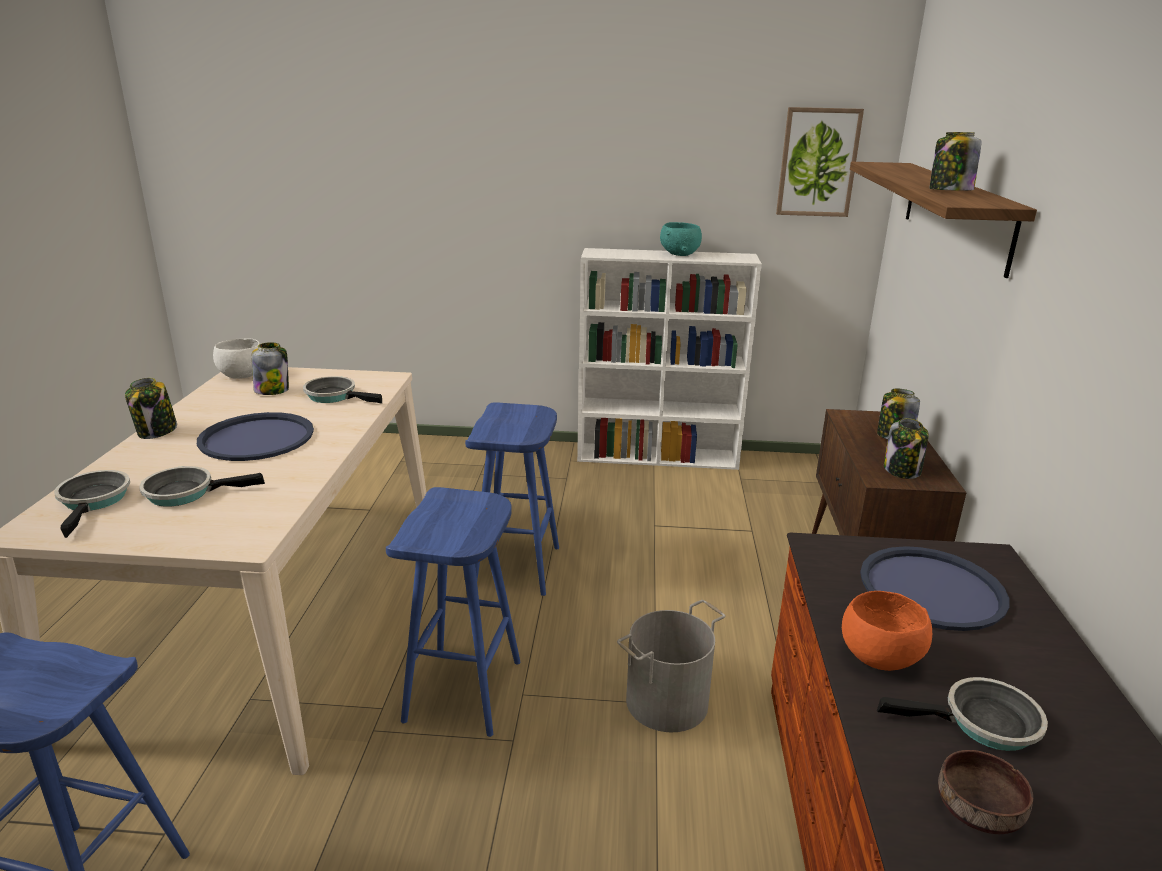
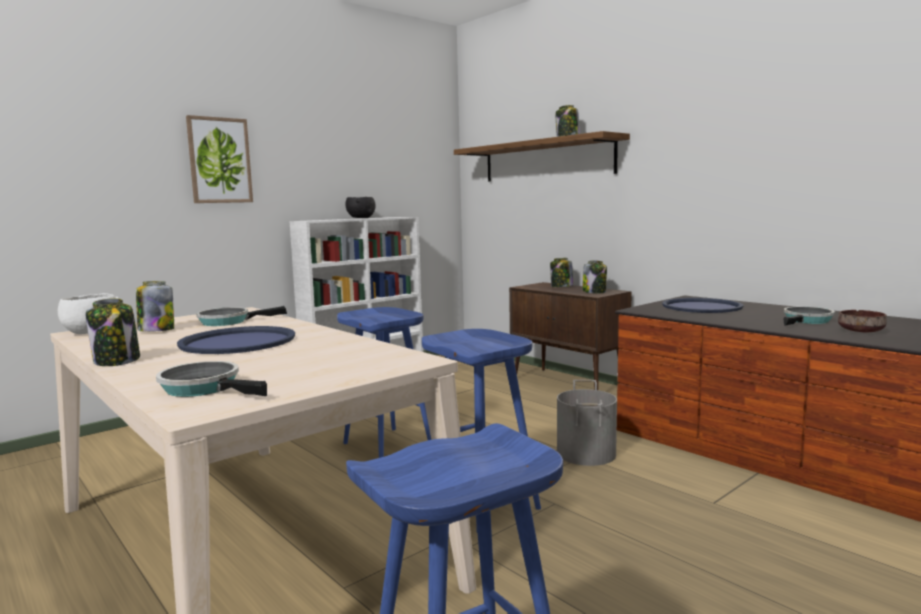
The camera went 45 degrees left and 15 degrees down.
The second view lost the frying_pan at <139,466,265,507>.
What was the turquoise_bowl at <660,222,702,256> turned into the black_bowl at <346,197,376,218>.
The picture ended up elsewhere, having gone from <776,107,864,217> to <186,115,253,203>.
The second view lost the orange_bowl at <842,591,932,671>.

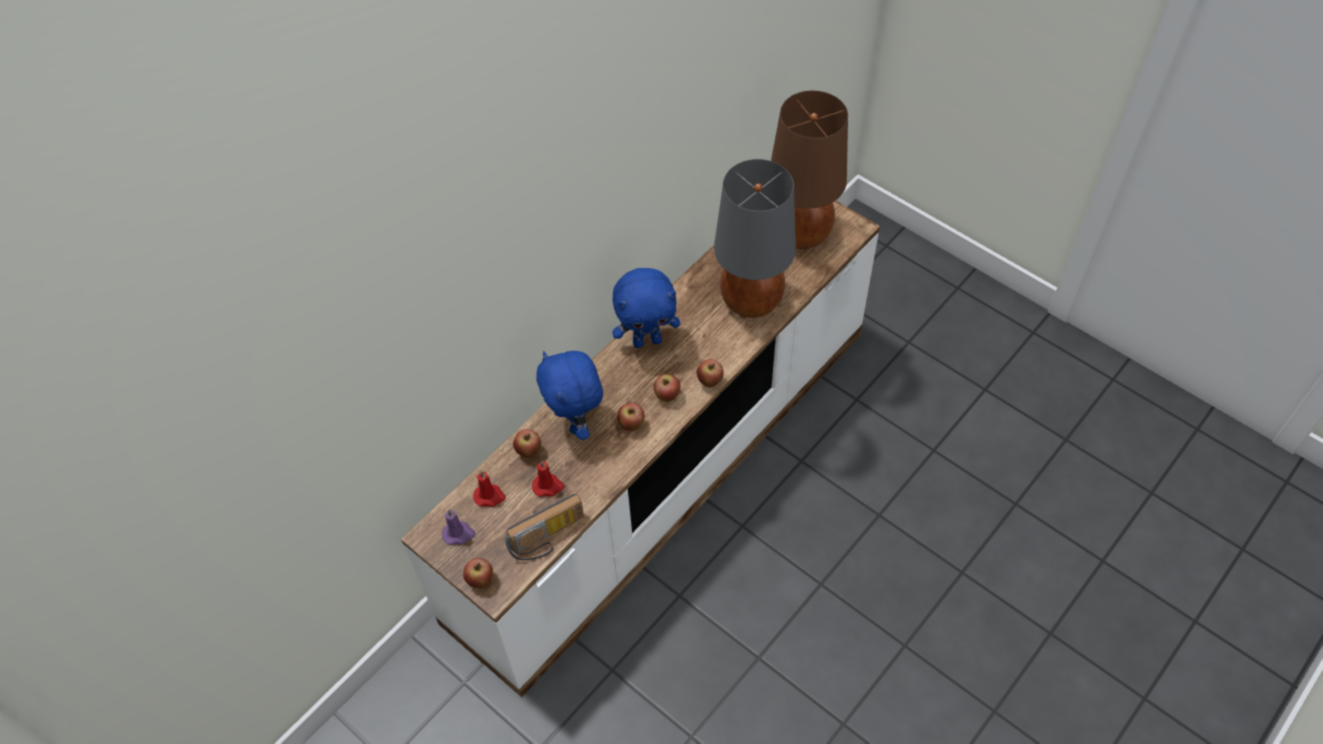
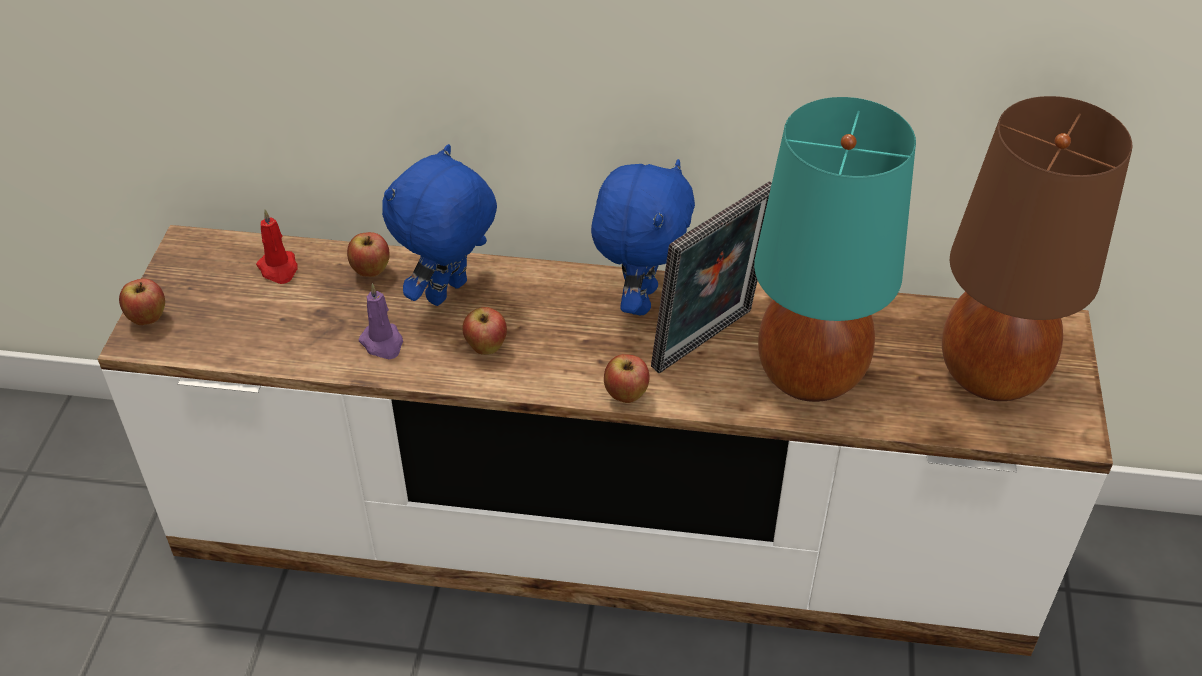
The camera went 55 degrees right and 10 degrees down.
The purple_candle ended up elsewhere, having gone from <442,509,475,545> to <359,283,403,359>.
The second view lost the radio at <505,494,584,560>.
The second view lost the red_candle at <532,460,564,497>.
The blue_plush_toy at <612,268,680,348> ended up facing another way, 120 degrees counterclockwise from before.
The second view lost the apple at <654,374,680,402>.
What was the grey_table_lamp at <714,159,796,318> turned into the turquoise_table_lamp at <754,97,916,402>.
The second view gained the picture_frame at <651,181,772,373>.

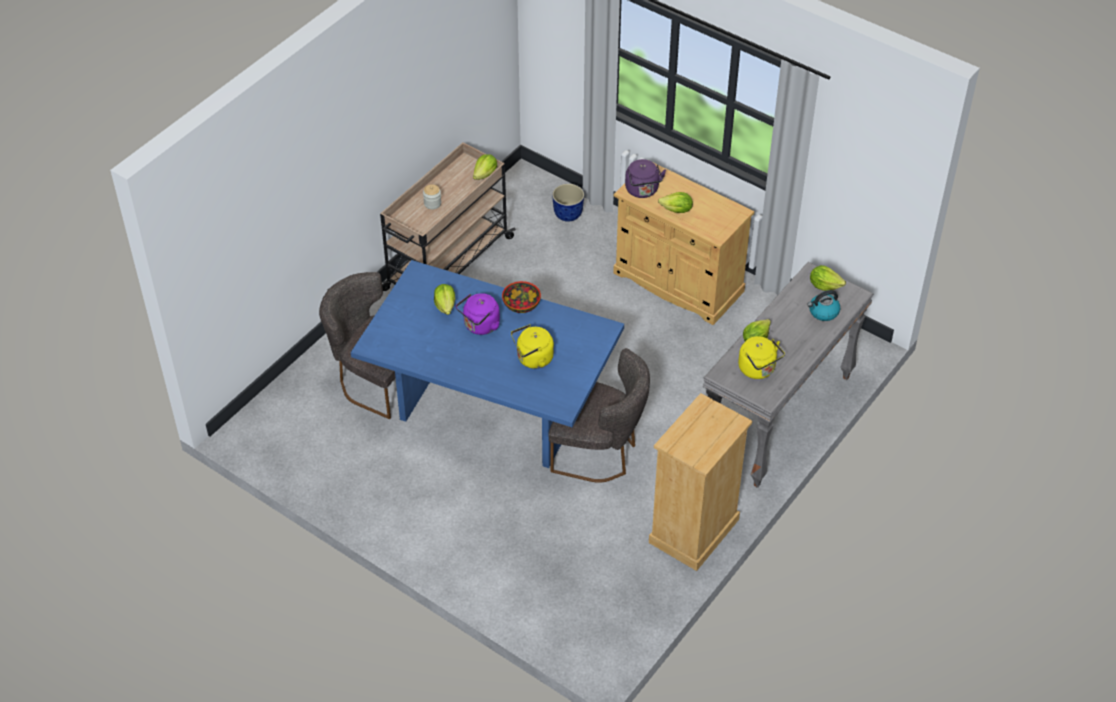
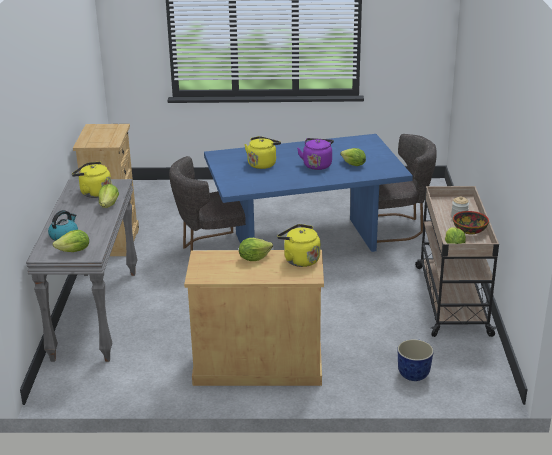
The camera went 145 degrees right and 20 degrees down.
The bowl ended up elsewhere, having gone from <502,281,541,313> to <453,211,489,234>.
What was the purple_kettle at <625,159,666,198> turned into the yellow_kettle at <277,224,320,267>.

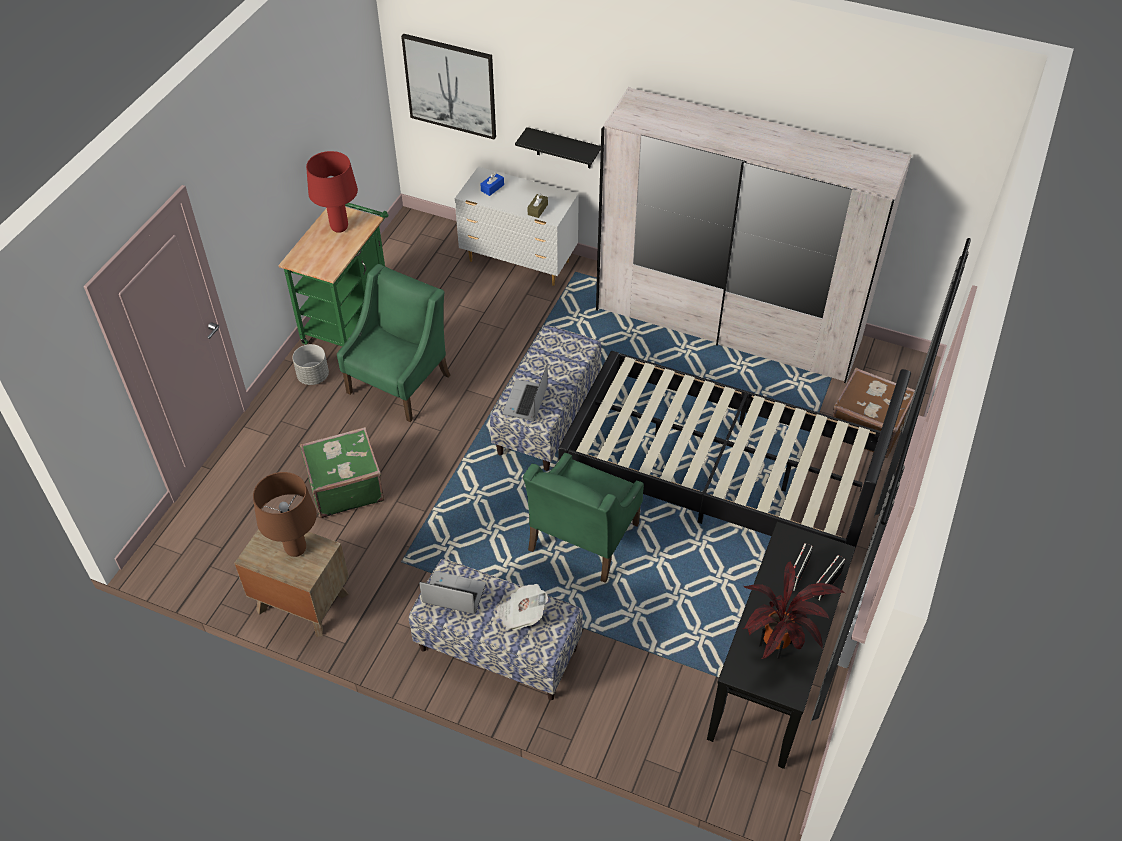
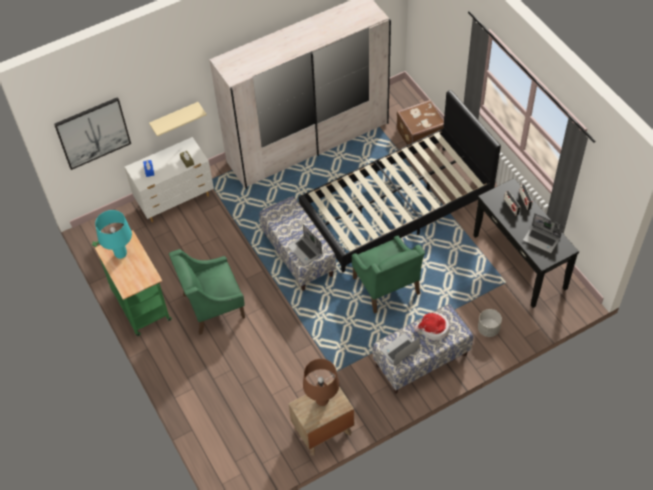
The camera went 50 degrees left and 5 degrees up.
The grey_planter ended up elsewhere, having gone from <292,344,329,385> to <478,309,502,337>.
The second view lost the green_suitcase at <300,427,384,518>.
What was the red_table_lamp at <306,151,358,233> turned into the turquoise_table_lamp at <95,210,132,259>.
The green_armchair at <337,264,450,422> ended up facing another way, 90 degrees counterclockwise from before.
Where the newspaper stood at <496,584,548,631>, the hat came to stand at <414,313,450,340>.
What was the black_shelf at <515,127,601,168> turned into the beige_shelf at <149,102,207,136>.
Where the potted_plant stood at <743,561,845,659>, the laptop came to stand at <523,213,563,253>.

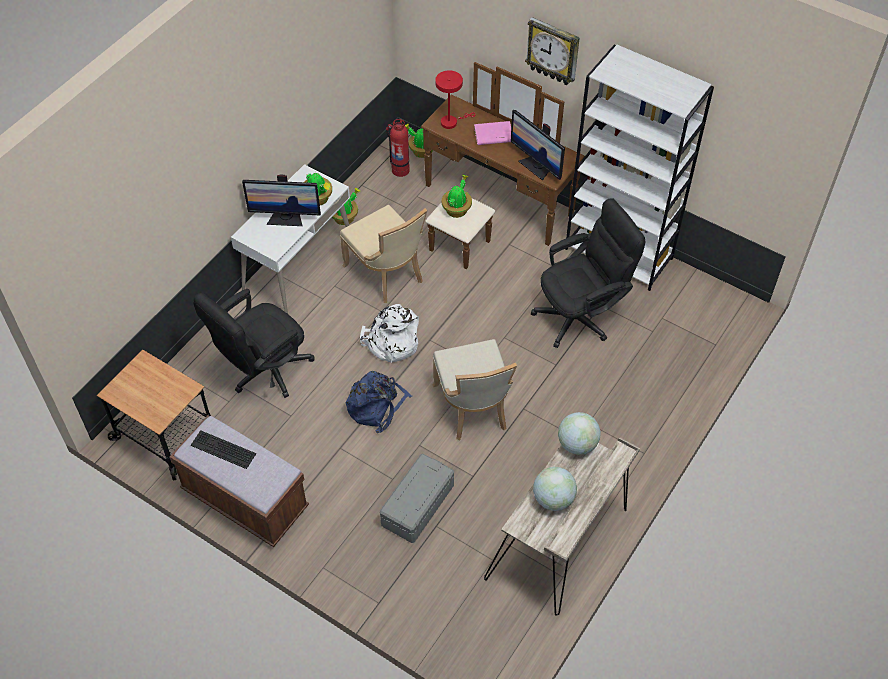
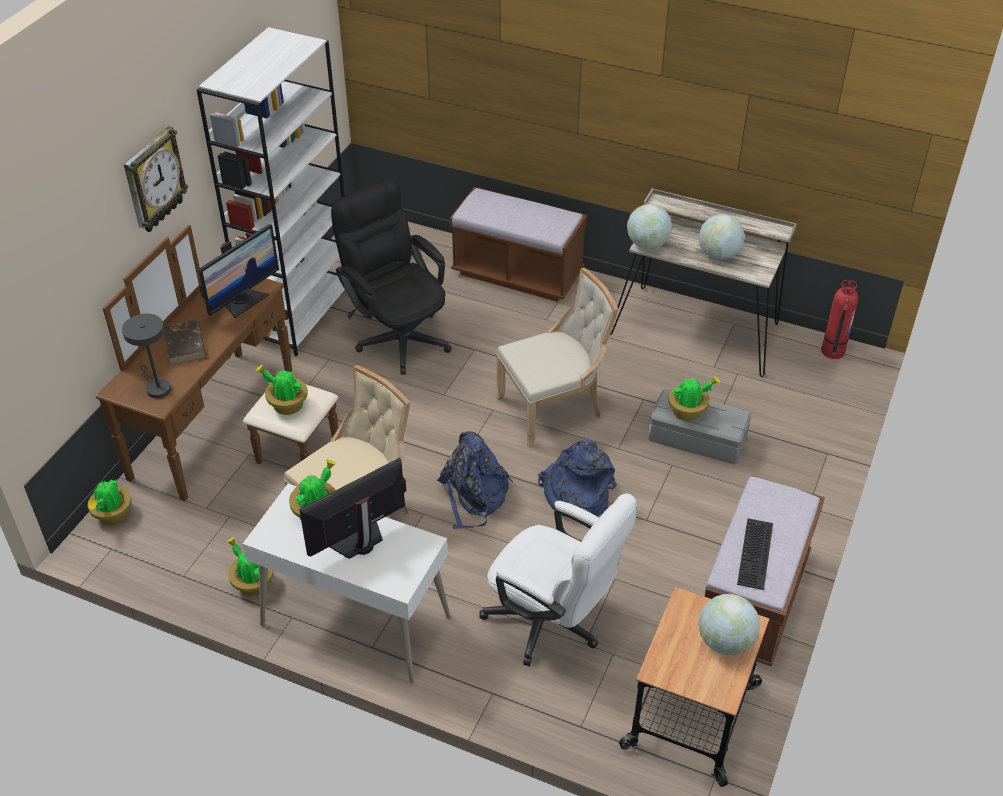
The camera went 100 degrees left and 10 degrees down.
What was the black_office_chair at <193,289,315,398> turned into the white_office_chair at <479,493,638,667>.
The monitor at <242,175,321,226> ended up facing another way, 120 degrees counterclockwise from before.
What was the white_backpack at <360,304,419,363> turned into the blue_backpack at <437,431,513,529>.
The fire_extinguisher ended up elsewhere, having gone from <386,119,410,177> to <821,280,858,359>.
What was the red_table_lamp at <435,70,476,129> turned into the grey_table_lamp at <122,314,171,399>.
What was the pink_book at <474,121,511,145> turned into the brown_book at <164,320,206,365>.
The second view gained the brown_bench at <450,187,587,301>.
The second view gained the potted_plant at <668,375,720,421>.
The second view gained the globe at <698,594,760,655>.

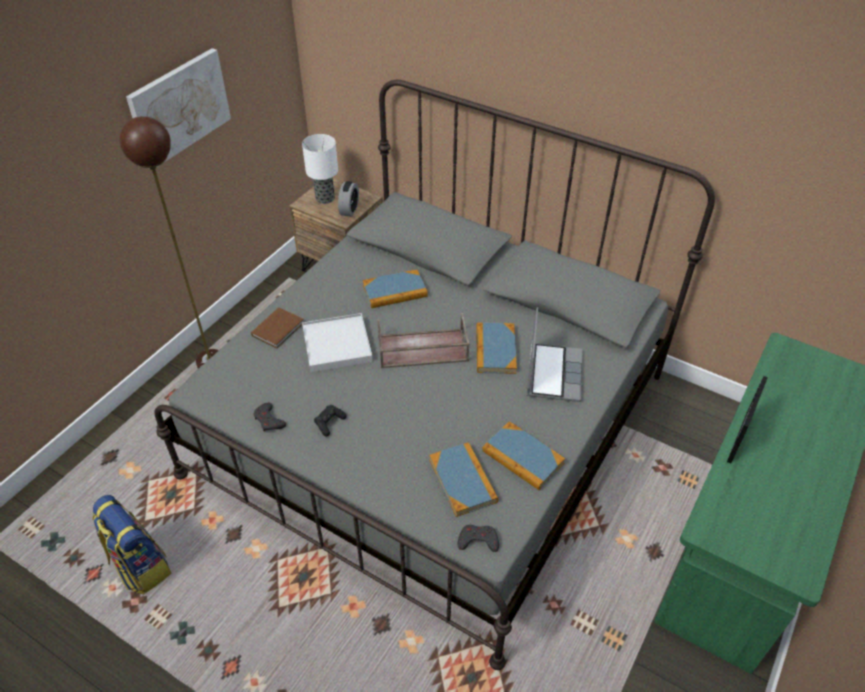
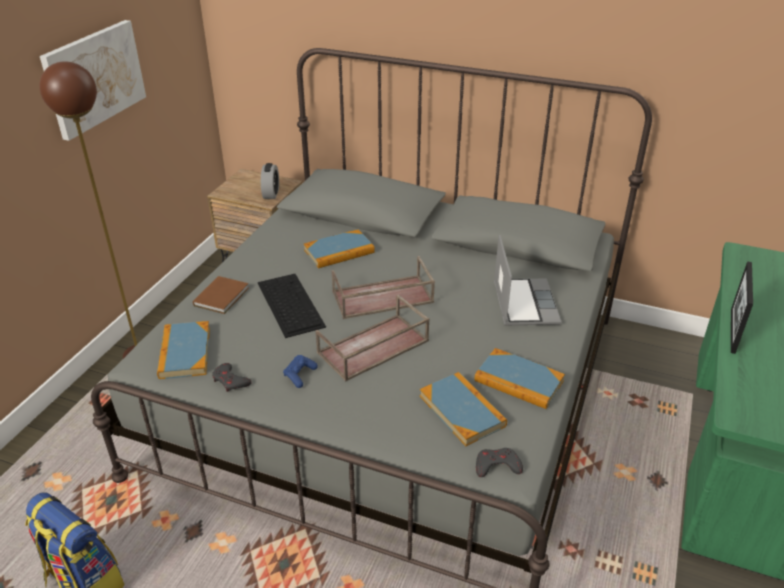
The camera went 10 degrees left and 10 degrees down.
The second view lost the table_lamp at <302,134,338,204>.
Where the white_tray stood at <302,313,373,372>, the keyboard came to stand at <258,274,326,338>.
What was the black_game_controller at <314,405,347,437> turned into the blue_game_controller at <283,355,318,388>.
The book ended up elsewhere, having gone from <476,322,517,374> to <157,321,210,379>.
The second view gained the brown_tray at <316,295,430,382>.

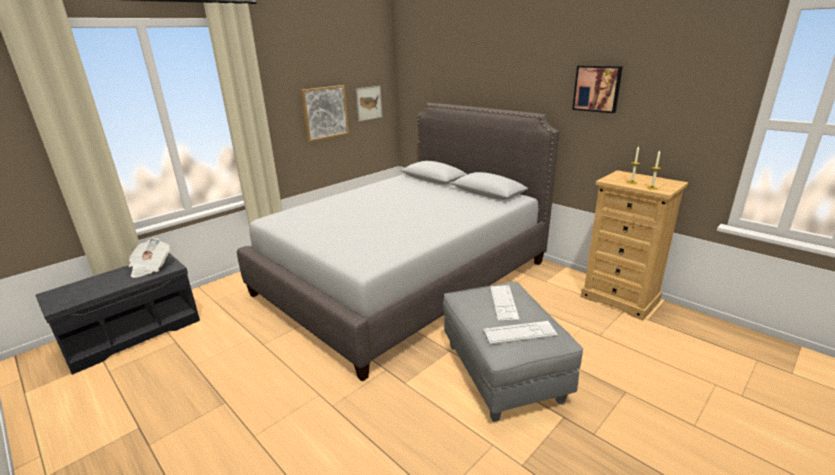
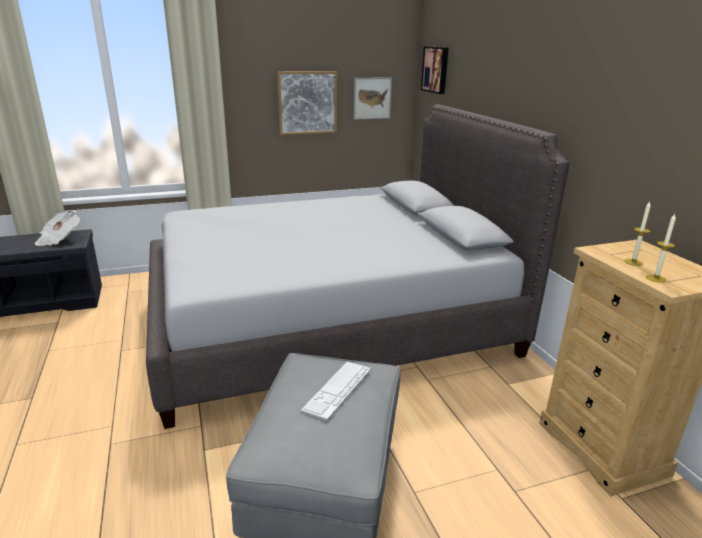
The camera went 25 degrees right and 0 degrees up.
The second view lost the keyboard at <483,321,558,344>.
The picture ended up elsewhere, having gone from <572,65,623,113> to <421,46,449,94>.

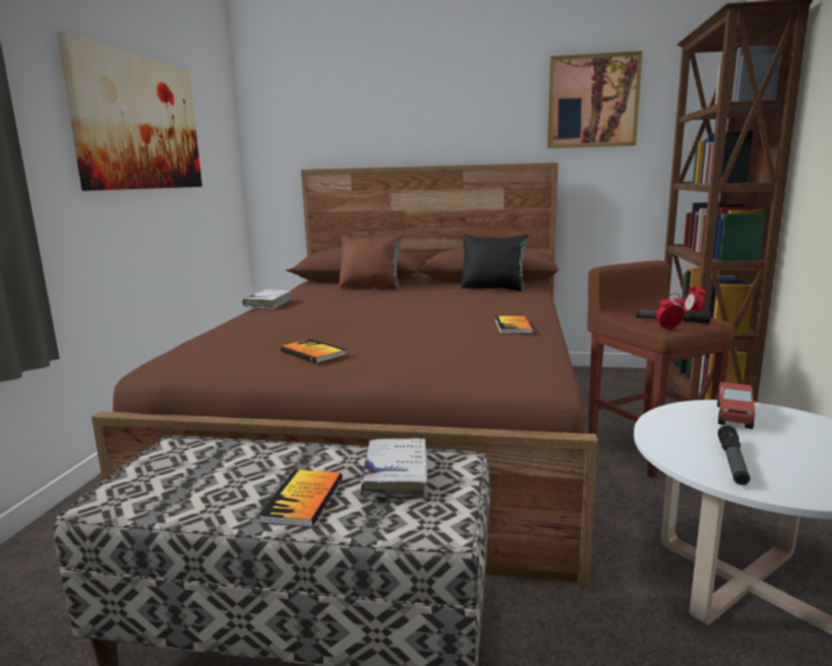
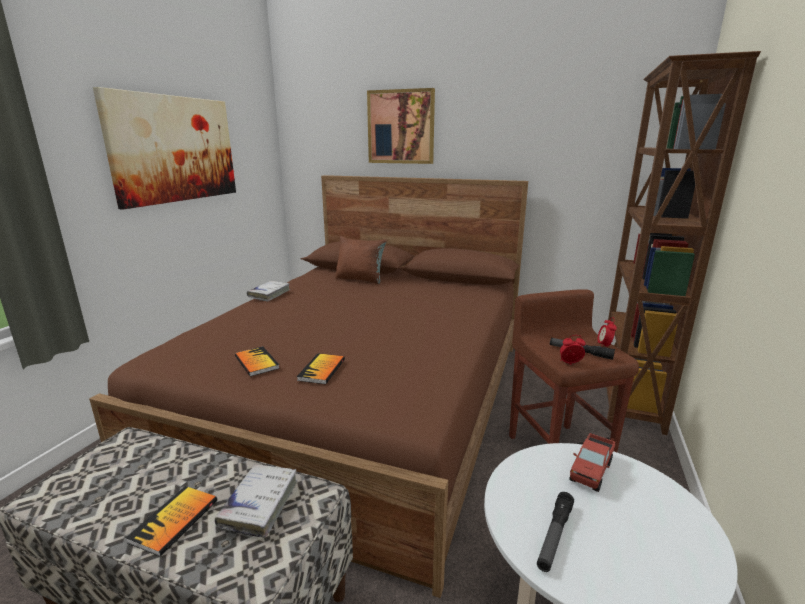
The camera went 10 degrees right and 5 degrees up.
The second view lost the black_pillow at <461,234,529,291>.
The book ended up elsewhere, having gone from <495,316,533,334> to <297,353,345,384>.
The picture ended up elsewhere, having gone from <547,51,643,148> to <367,88,435,164>.

